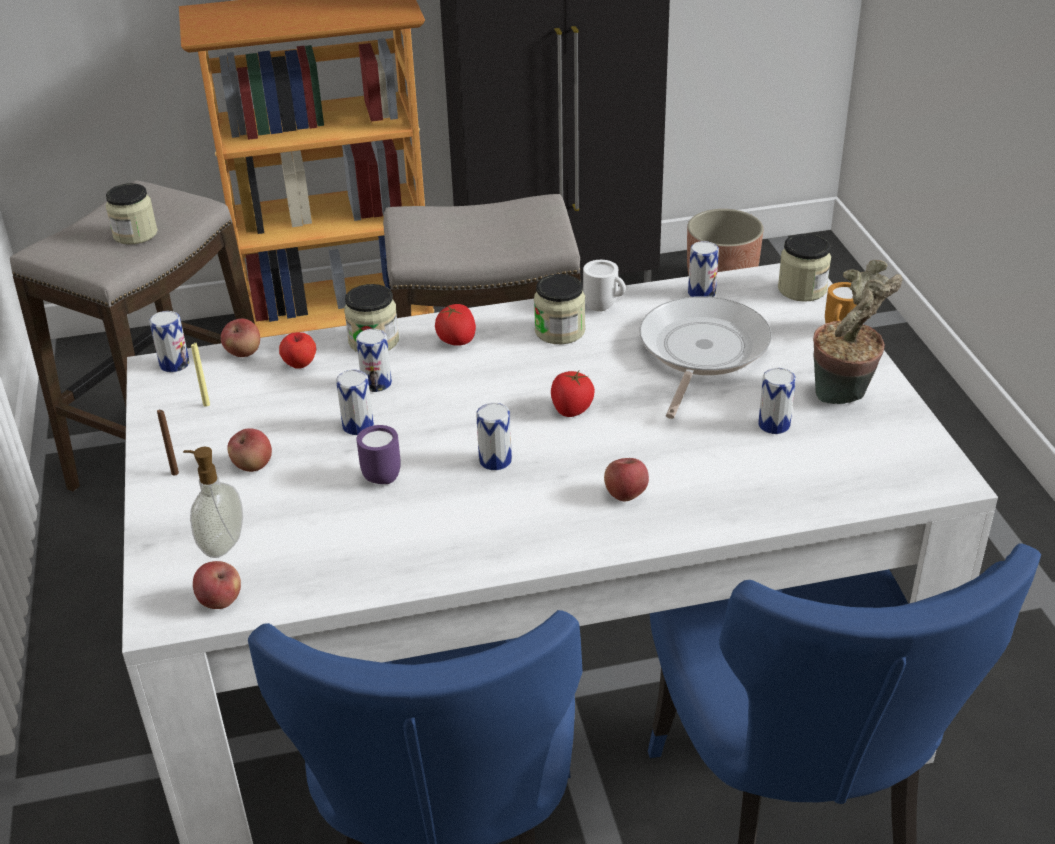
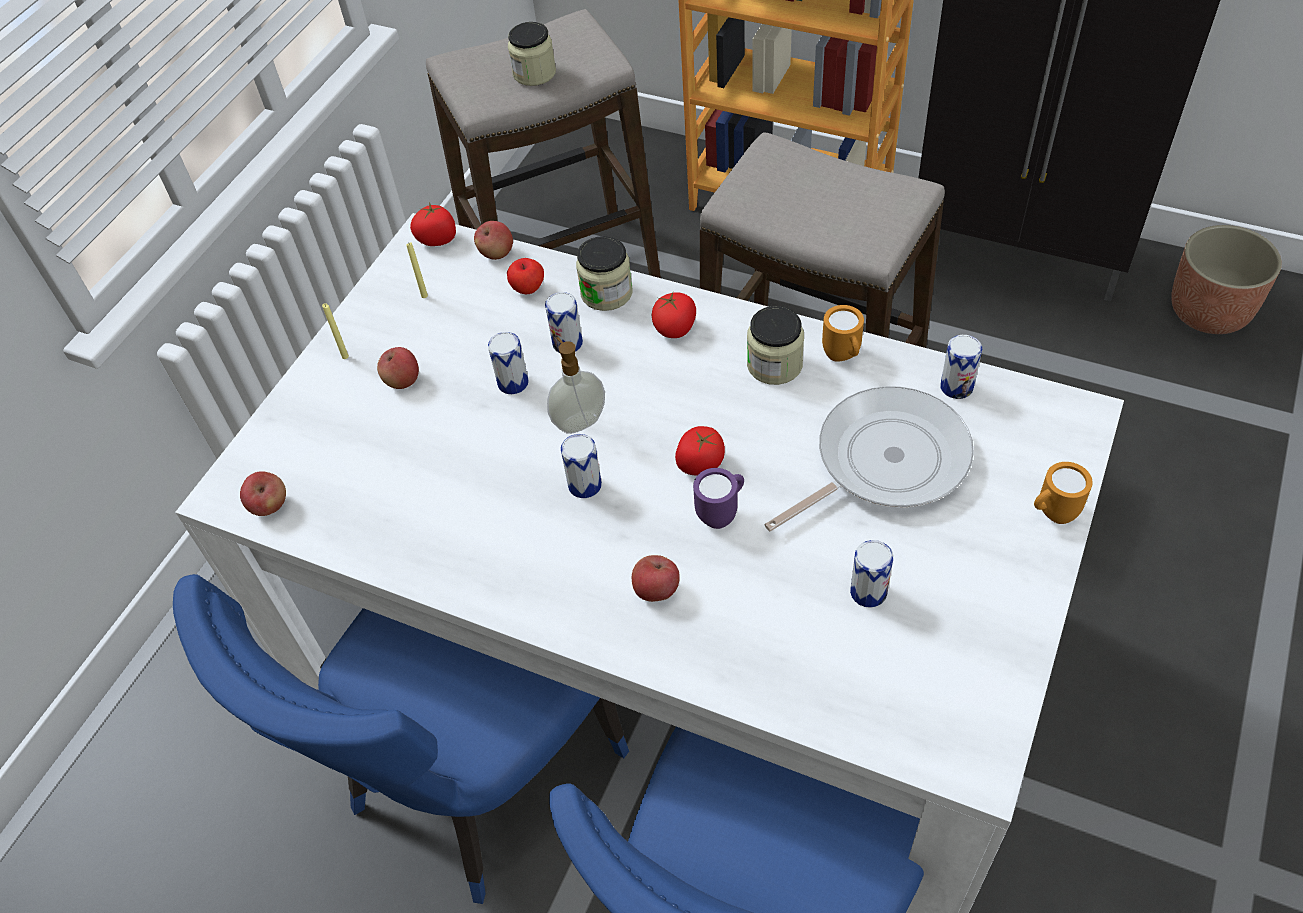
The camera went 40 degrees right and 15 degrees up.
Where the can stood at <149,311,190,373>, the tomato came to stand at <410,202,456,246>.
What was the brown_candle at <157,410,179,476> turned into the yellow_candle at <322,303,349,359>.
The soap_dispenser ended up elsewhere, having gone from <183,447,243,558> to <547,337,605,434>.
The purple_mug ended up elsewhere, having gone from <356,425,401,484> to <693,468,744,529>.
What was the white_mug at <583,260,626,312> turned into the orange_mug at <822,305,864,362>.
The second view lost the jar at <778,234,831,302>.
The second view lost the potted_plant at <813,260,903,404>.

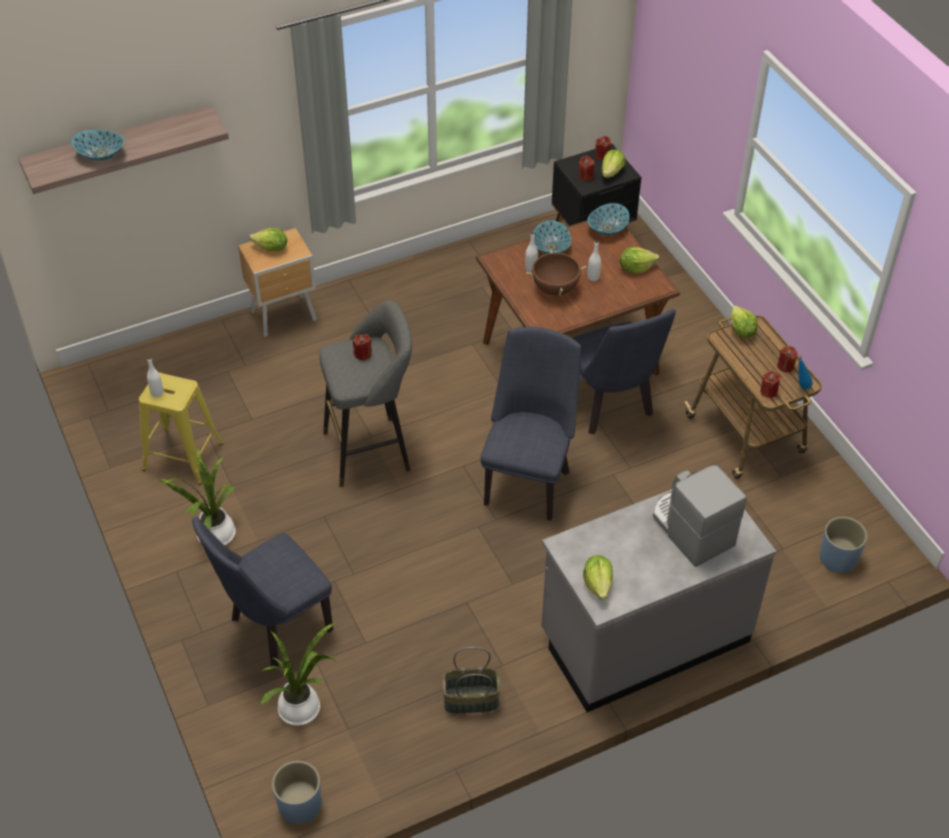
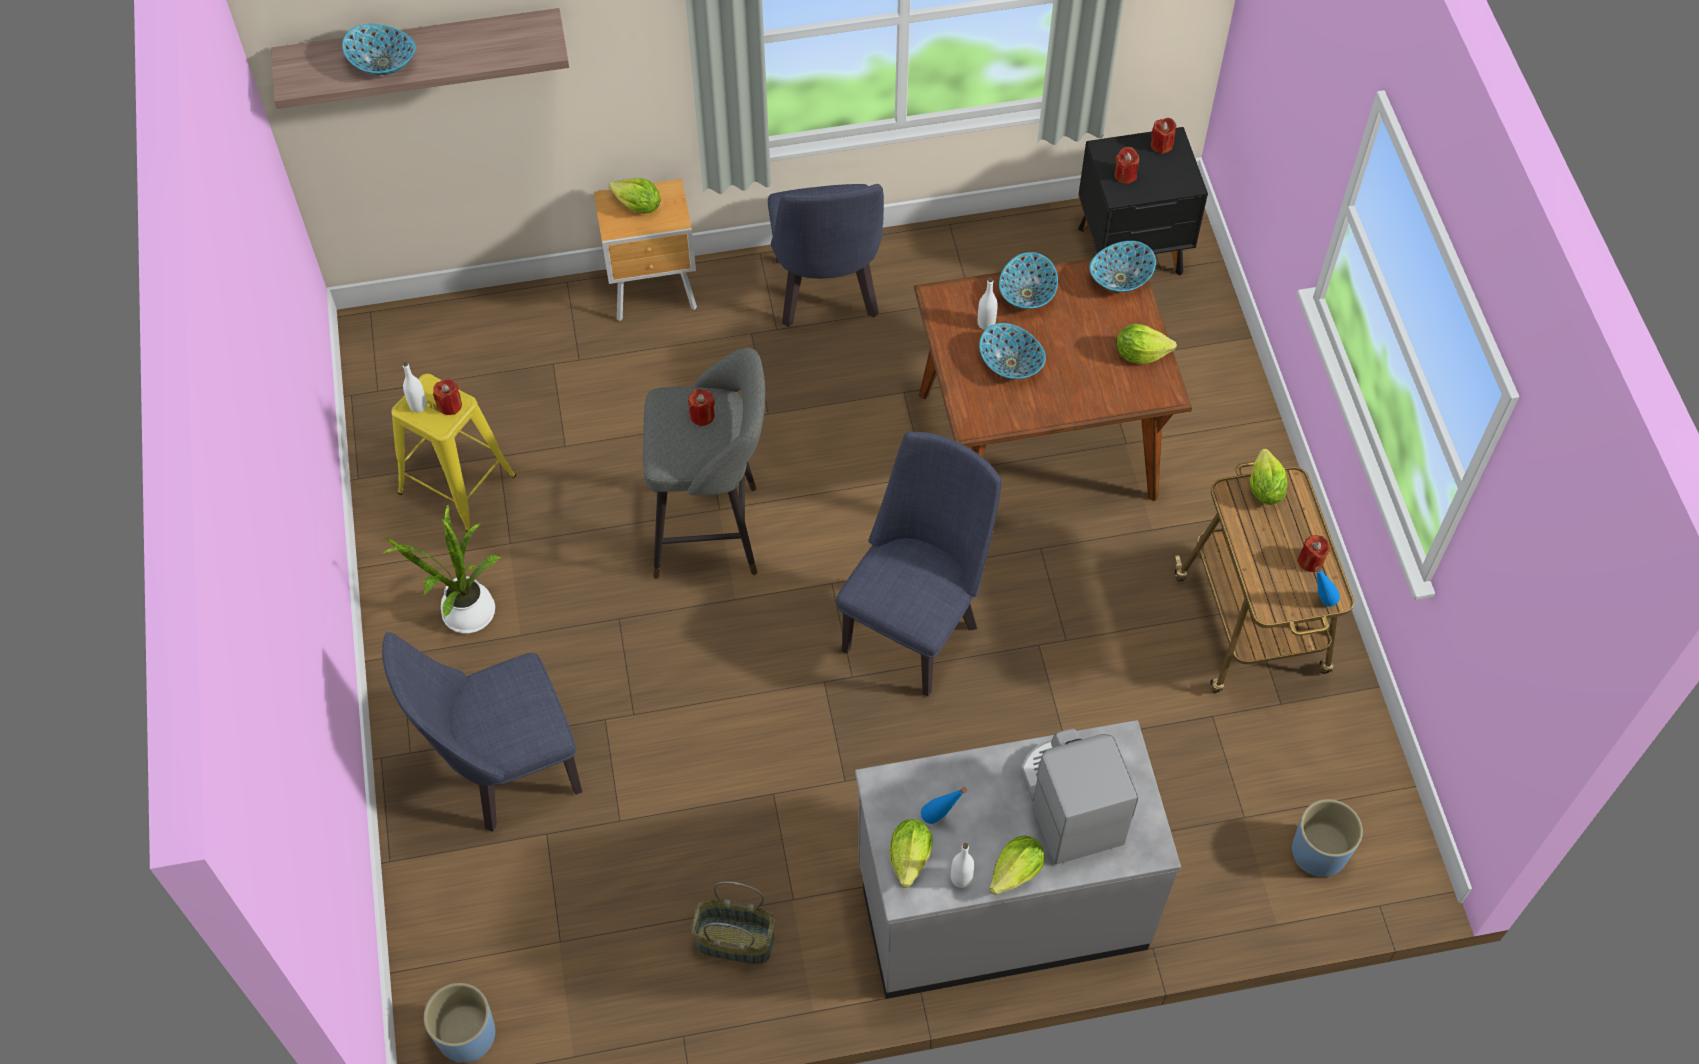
The camera went 15 degrees right and 10 degrees up.
The second view lost the potted_plant at <260,622,338,726>.
Where the brown_cooking_pot stood at <526,249,586,296>, the bowl came to stand at <979,323,1046,379>.
The blue_chair ended up elsewhere, having gone from <572,309,676,434> to <768,184,884,327>.
The white_bottle ended up elsewhere, having gone from <588,240,601,281> to <951,843,974,888>.
The lettuce ended up elsewhere, having gone from <601,149,626,178> to <989,835,1044,895>.
The red_candle ended up elsewhere, having gone from <760,371,781,398> to <433,378,462,415>.
The second view gained the blue_bottle at <921,787,967,824>.

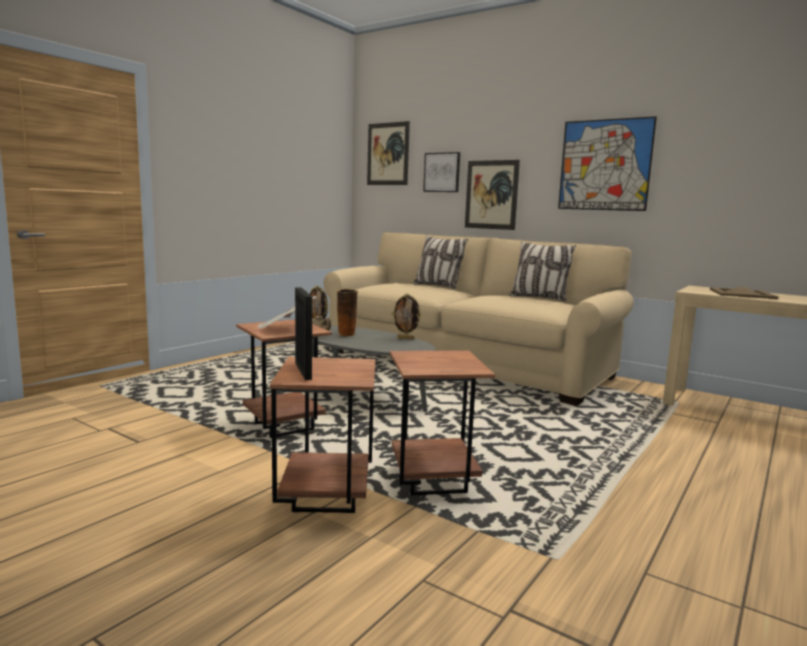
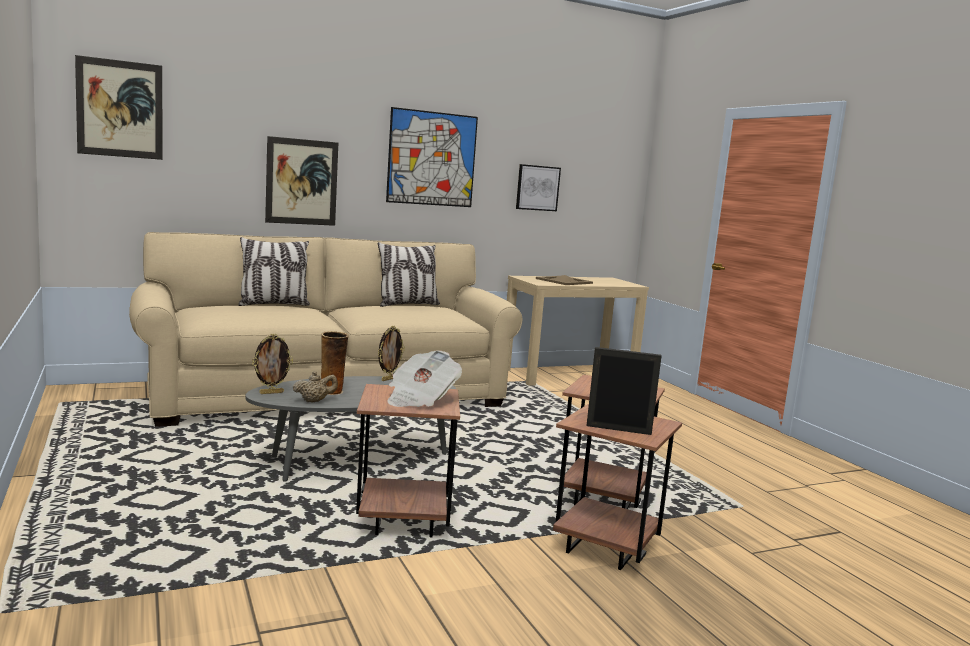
The camera went 60 degrees left and 0 degrees up.
The picture ended up elsewhere, having gone from <423,152,460,192> to <516,164,561,211>.

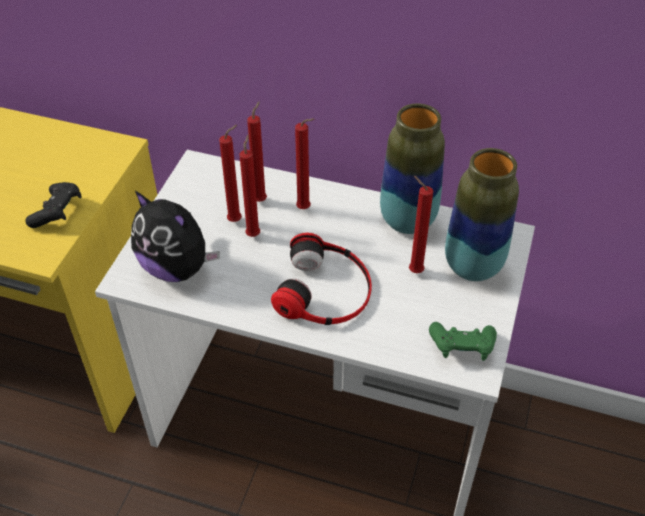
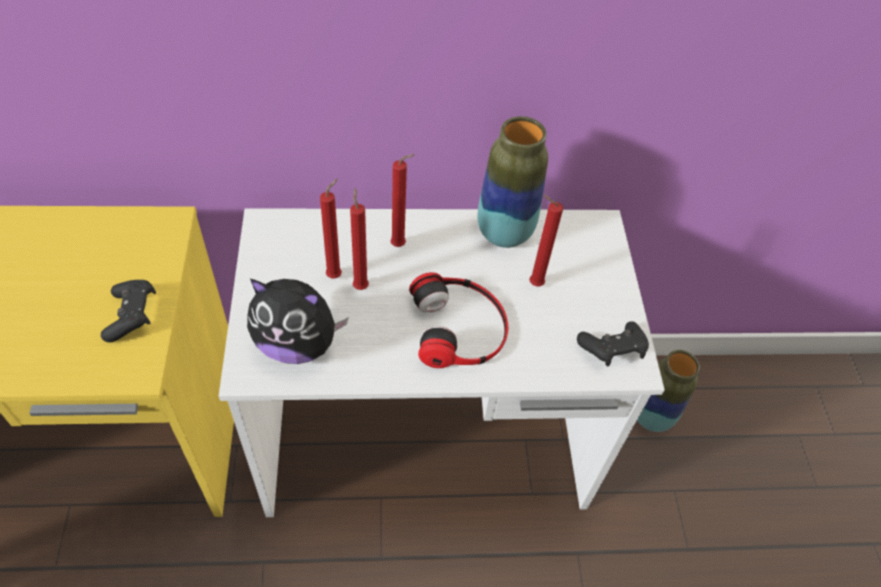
The camera went 25 degrees left and 5 degrees up.
The second view lost the red_candle at <247,101,267,202>.
What was the green_game_controller at <429,322,497,361> turned into the black_game_controller at <577,321,649,366>.
The vase ended up elsewhere, having gone from <445,148,519,281> to <637,350,700,432>.

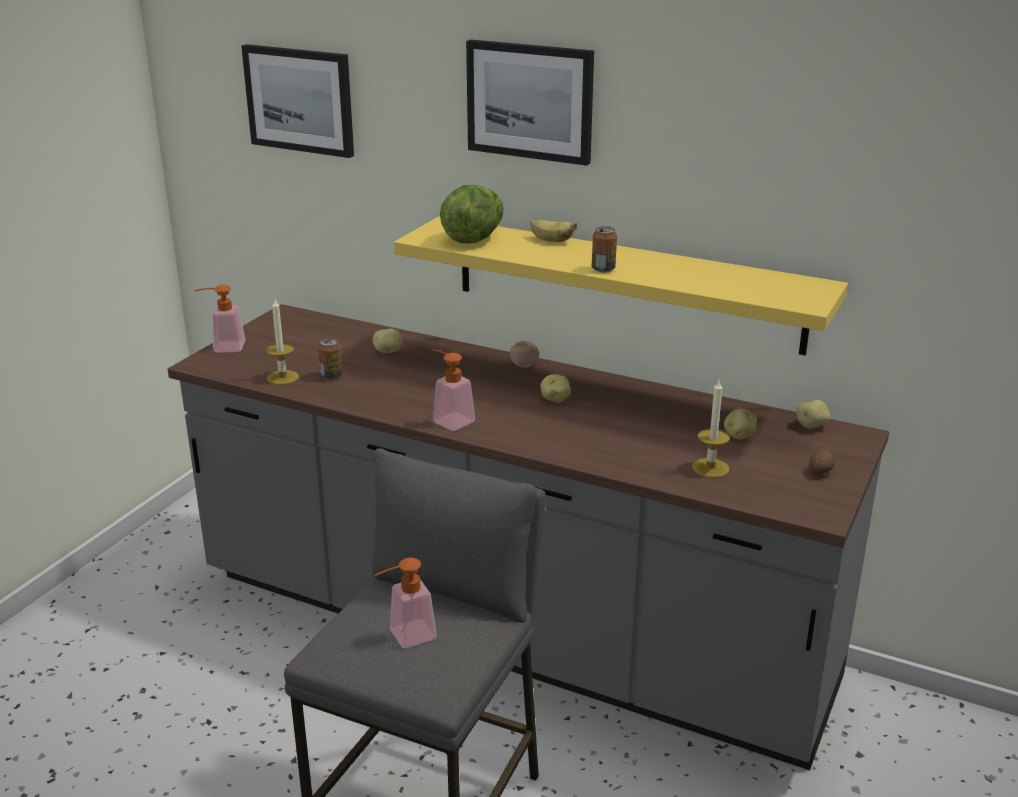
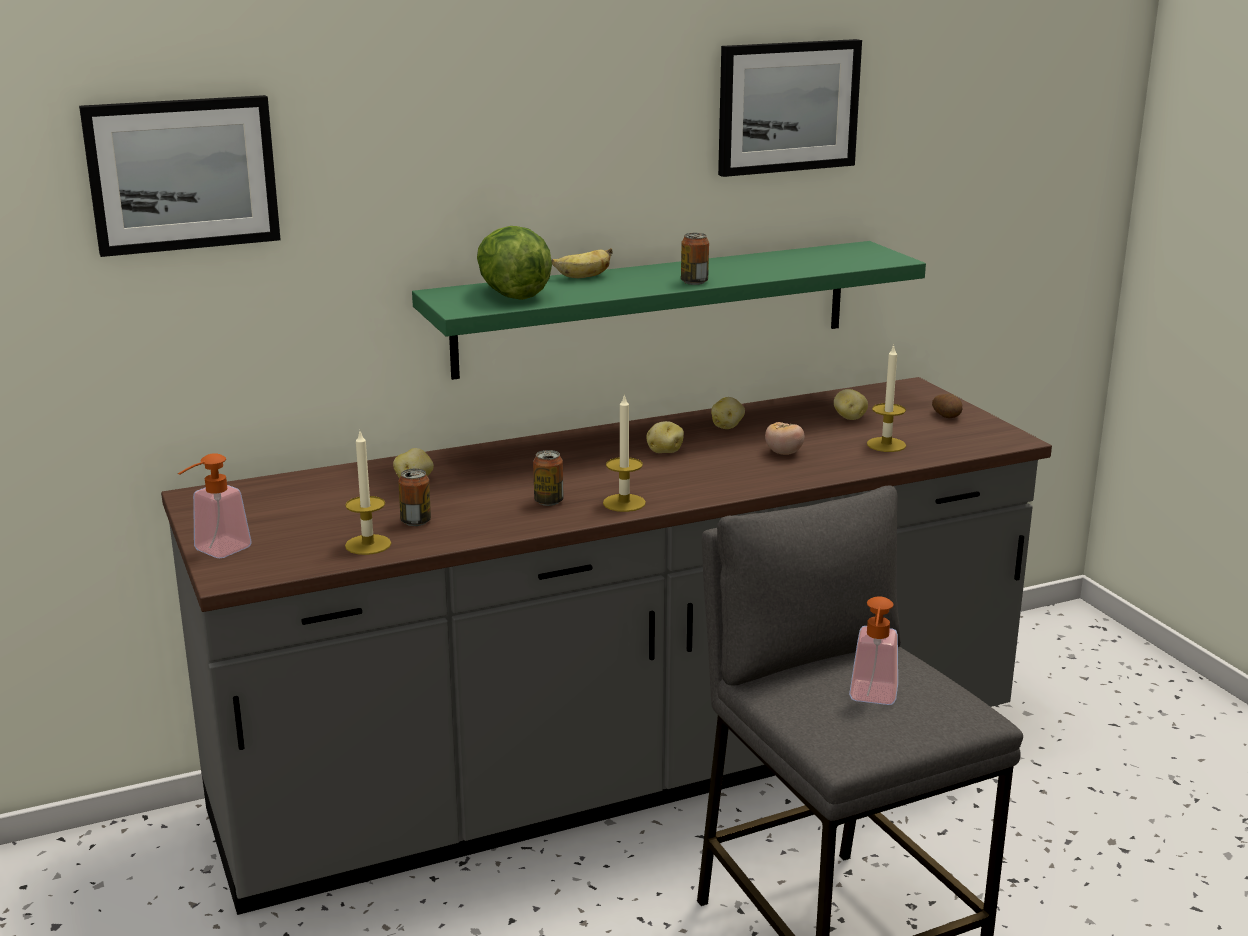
The camera went 50 degrees left and 5 degrees down.
What was the yellow_shelf at <394,217,848,356> turned into the green_shelf at <412,241,926,380>.
Where the soap_dispenser stood at <431,349,475,431>, the candle came to stand at <603,394,646,512>.
The picture ended up elsewhere, having gone from <466,40,594,166> to <718,39,862,177>.
The tomato ended up elsewhere, having gone from <510,341,539,368> to <765,422,804,455>.
The potato ended up elsewhere, having gone from <796,400,830,428> to <711,397,745,429>.
The second view gained the can at <533,450,564,506>.

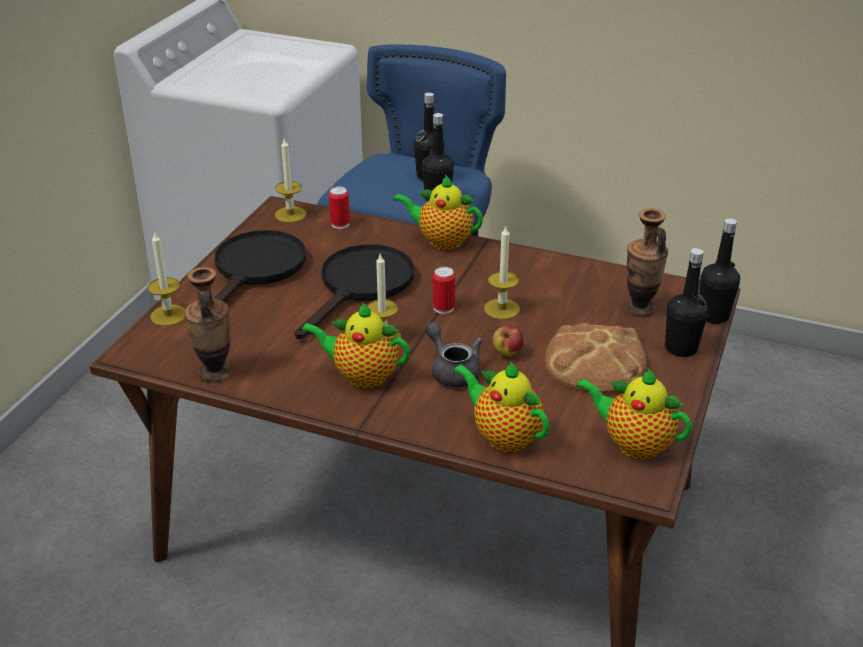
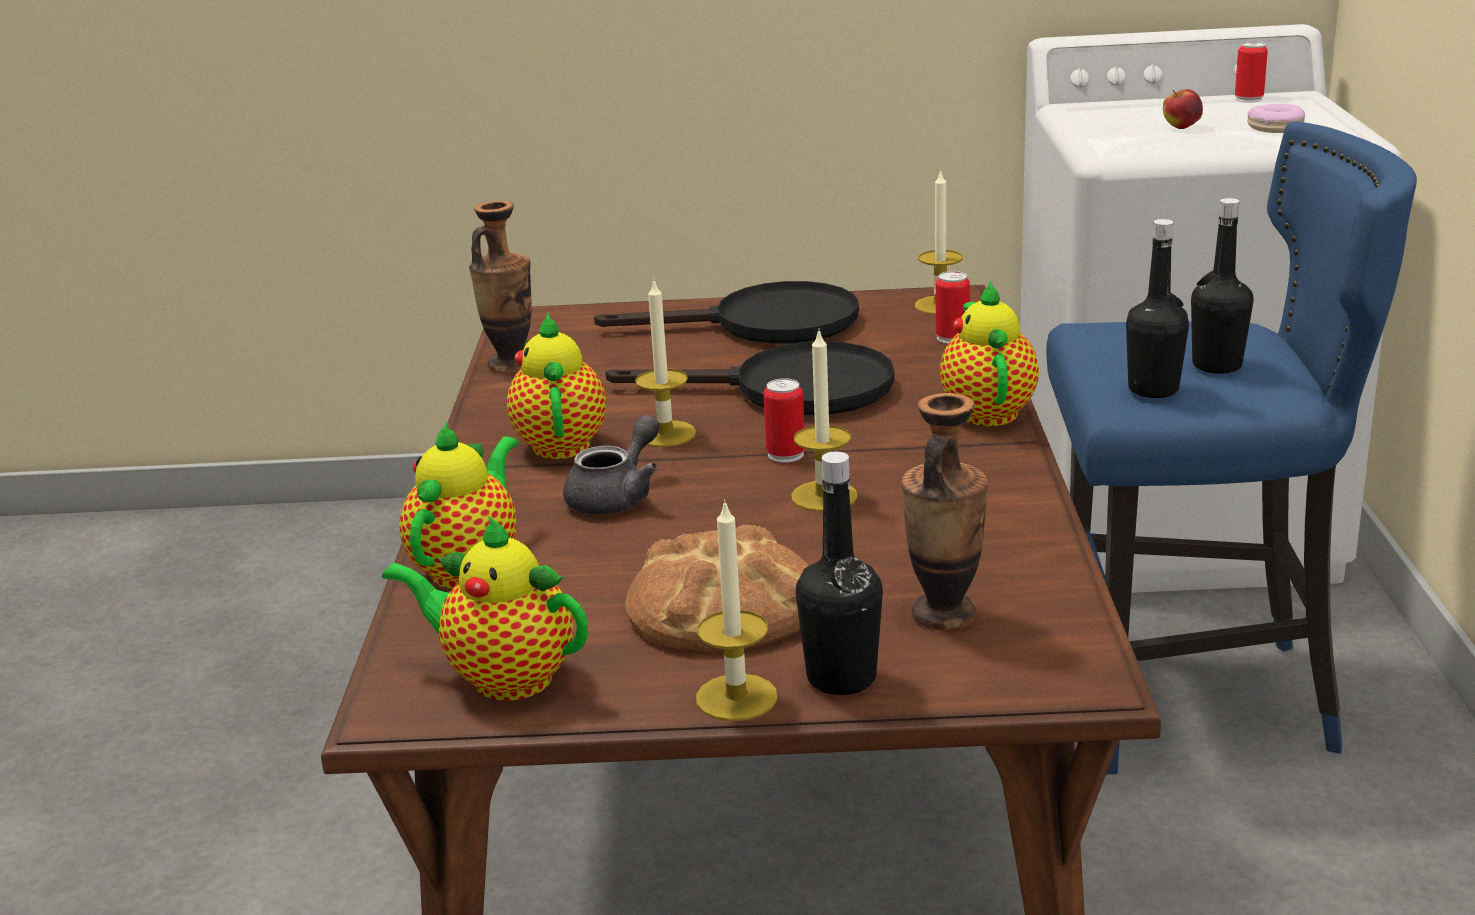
The camera went 70 degrees right and 10 degrees down.
The candle ended up elsewhere, having gone from <148,231,185,326> to <696,499,778,721>.
The apple ended up elsewhere, having gone from <492,325,524,357> to <1163,89,1203,129>.
The teapot at <576,369,692,460> ended up facing another way, 75 degrees counterclockwise from before.
The second view lost the black_bottle at <699,218,740,324>.
The second view gained the can at <1235,42,1268,102>.
The second view gained the donut at <1247,104,1305,133>.

